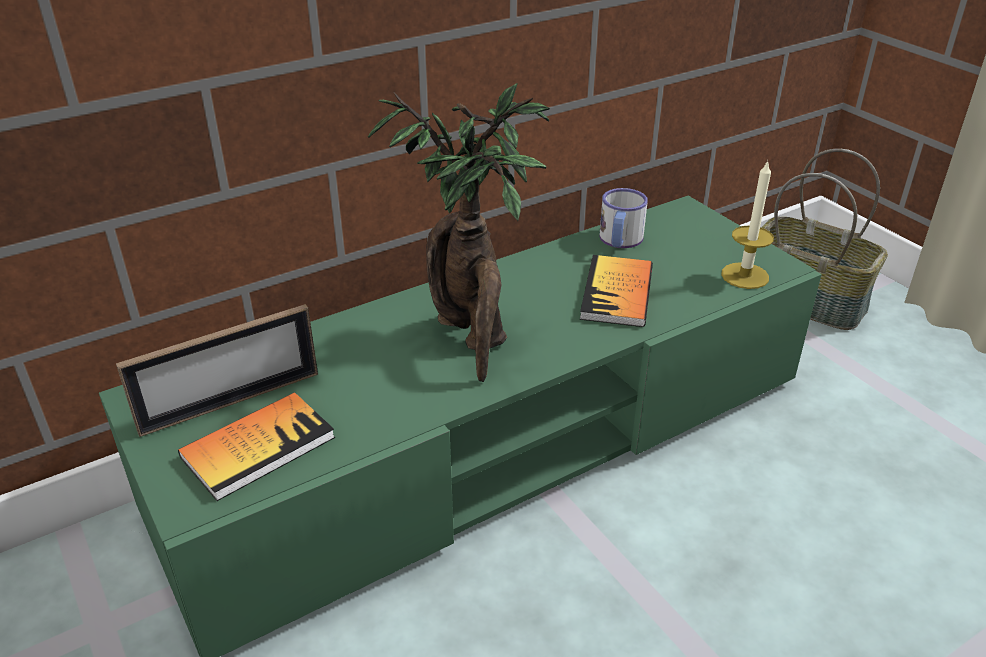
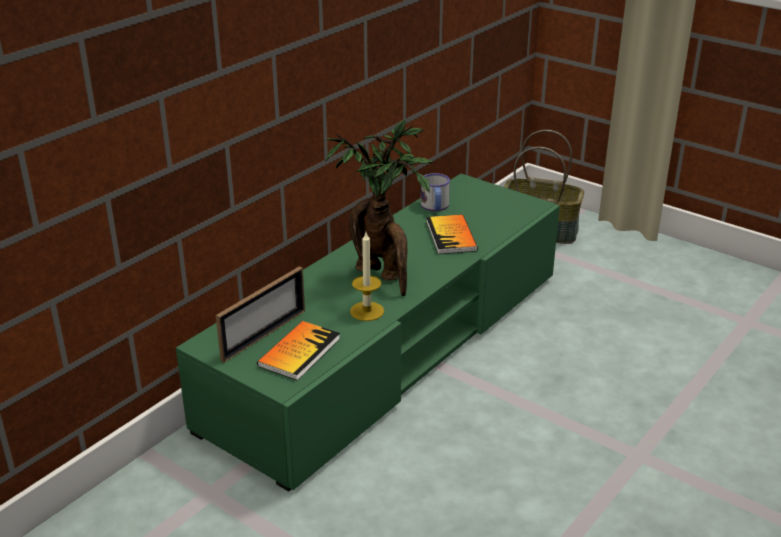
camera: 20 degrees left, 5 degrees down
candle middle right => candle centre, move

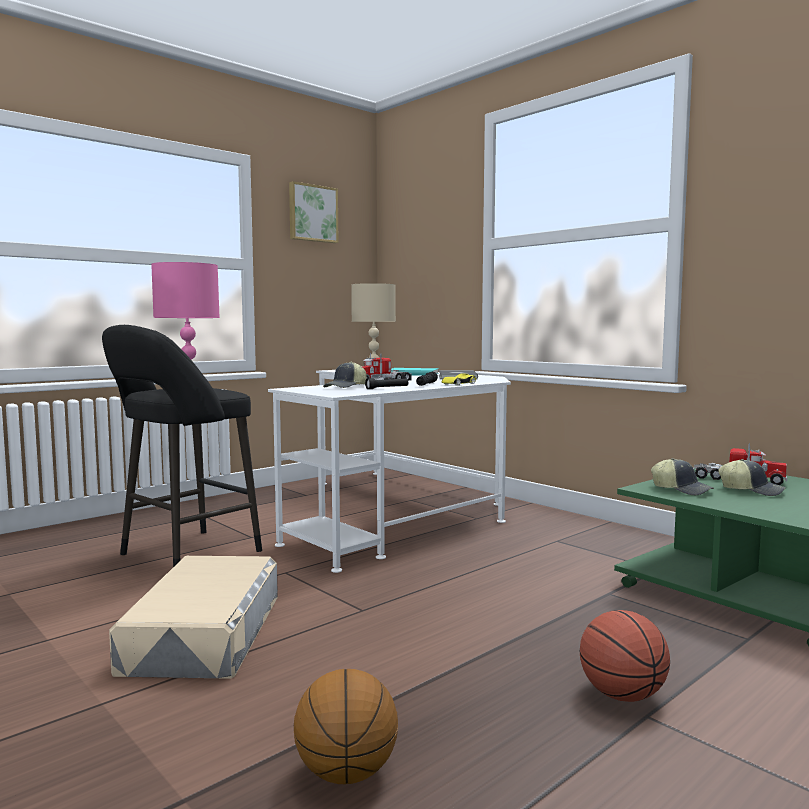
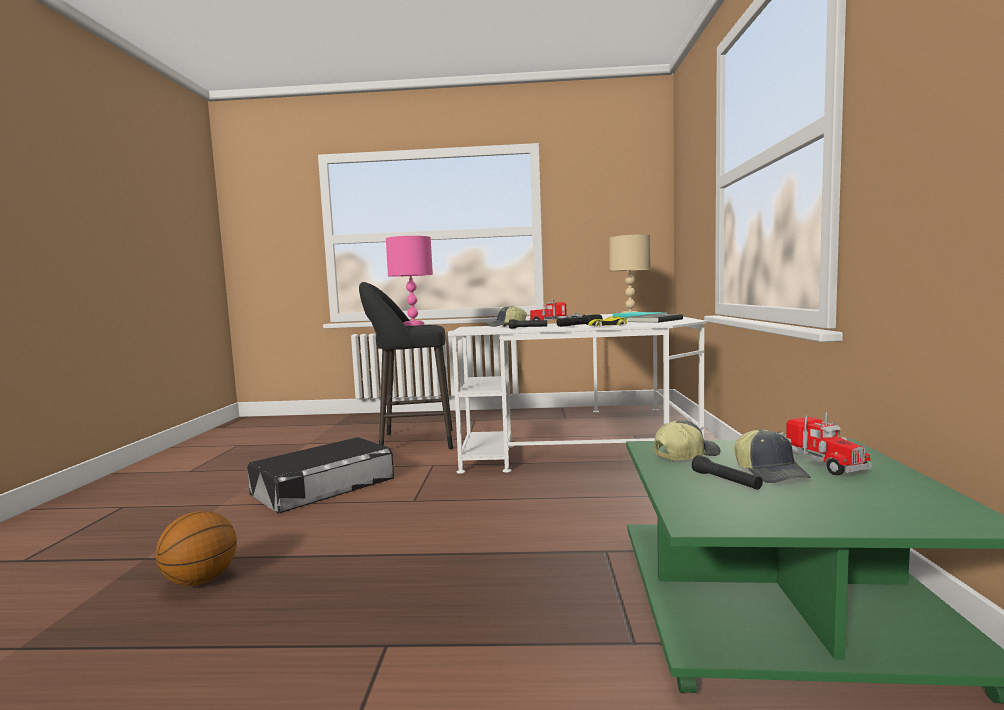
camera: 45 degrees right, 0 degrees up
beige storage box bottom left => black storage box bottom left
picture top centre => nothing
basketball (2nd from left) bottom right => nothing
cap (2nd from left) middle right, 120 degrees counterclockwise
nothing => black flashlight (3rd from left) middle right

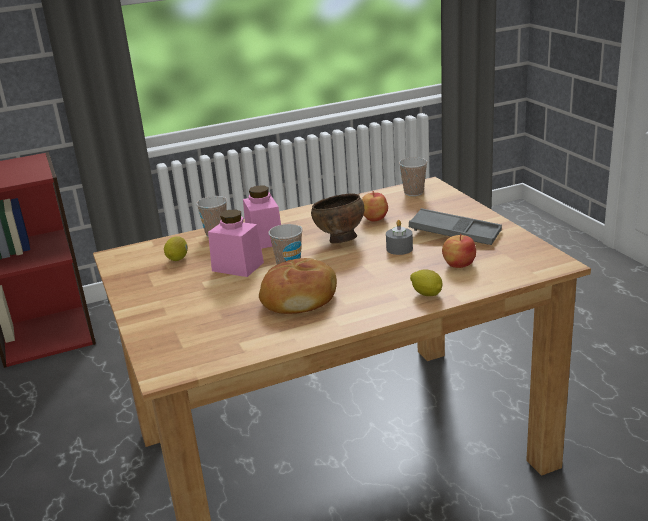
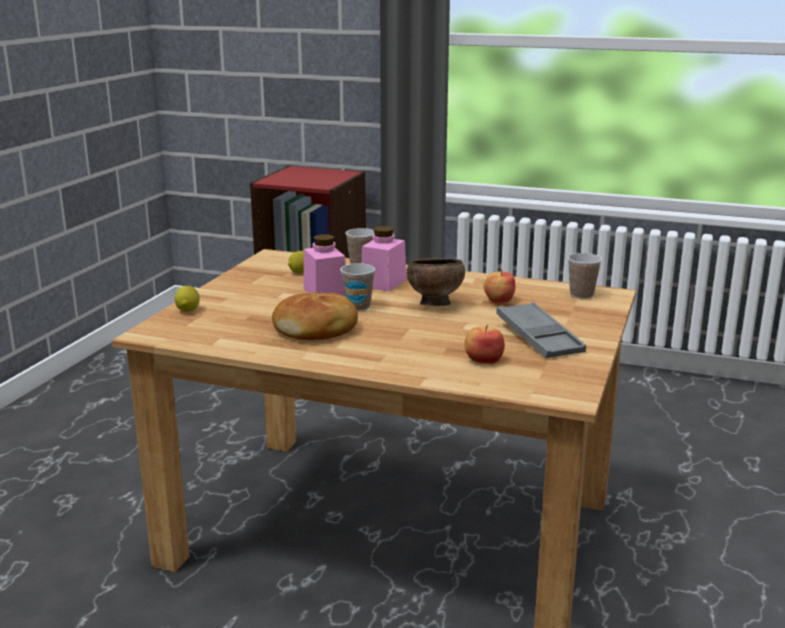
camera: 40 degrees right, 5 degrees down
grey candle centre => nothing
lemon (2nd from left in the first image) centre => lemon (1st from left) middle left, move

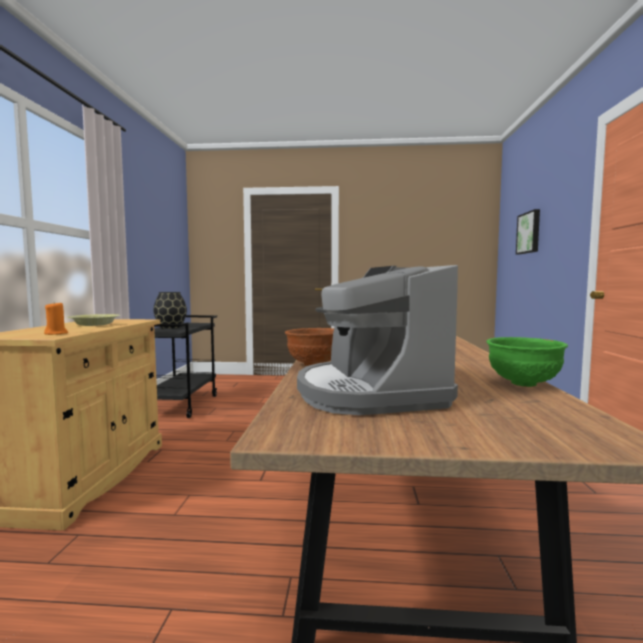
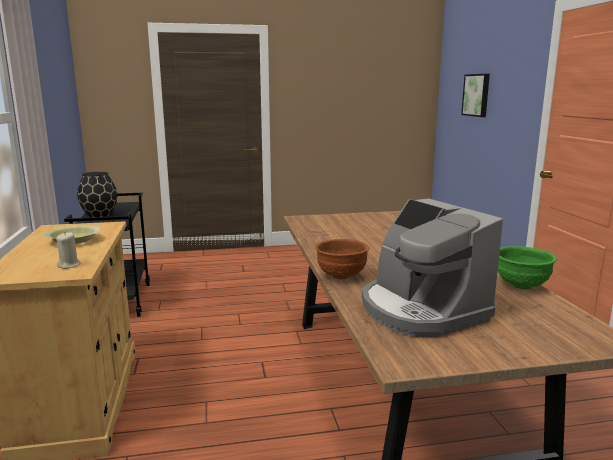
camera: 15 degrees left, 10 degrees up
orange candle middle left => beige candle middle left

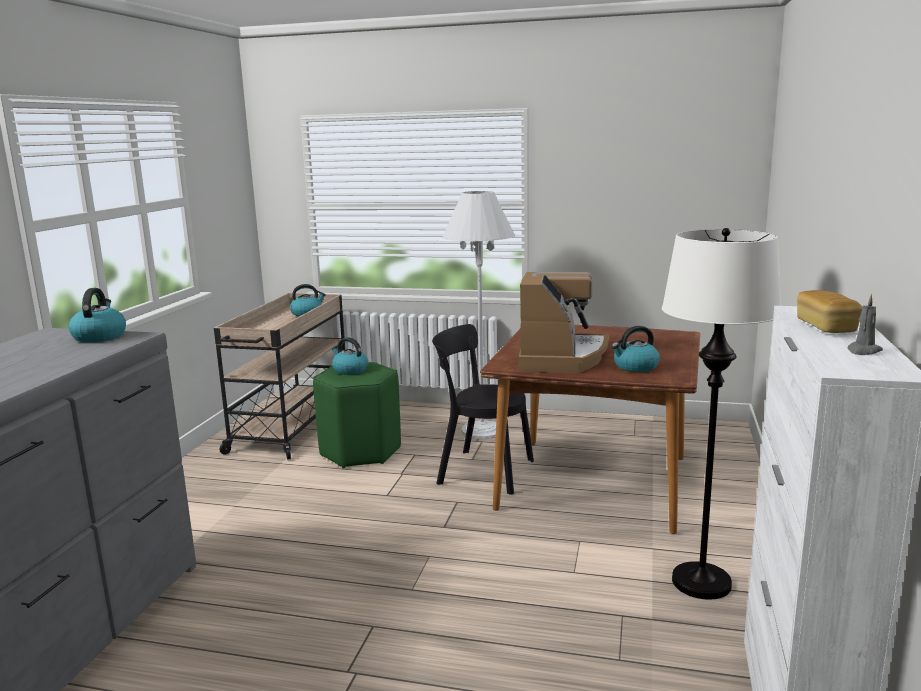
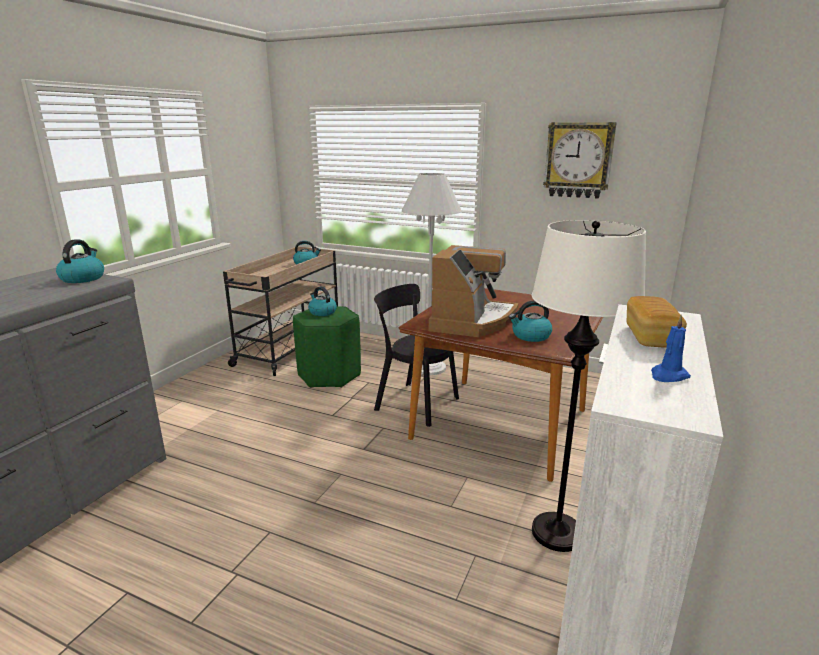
camera: 10 degrees right, 5 degrees up
grey candle middle right => blue candle middle right
nothing => wall clock top right

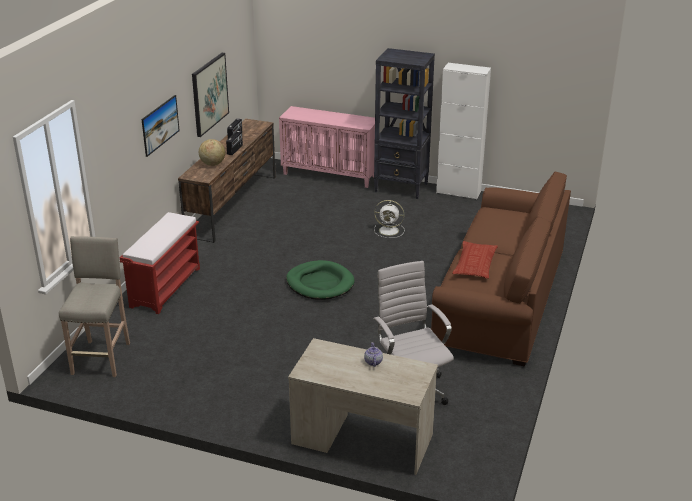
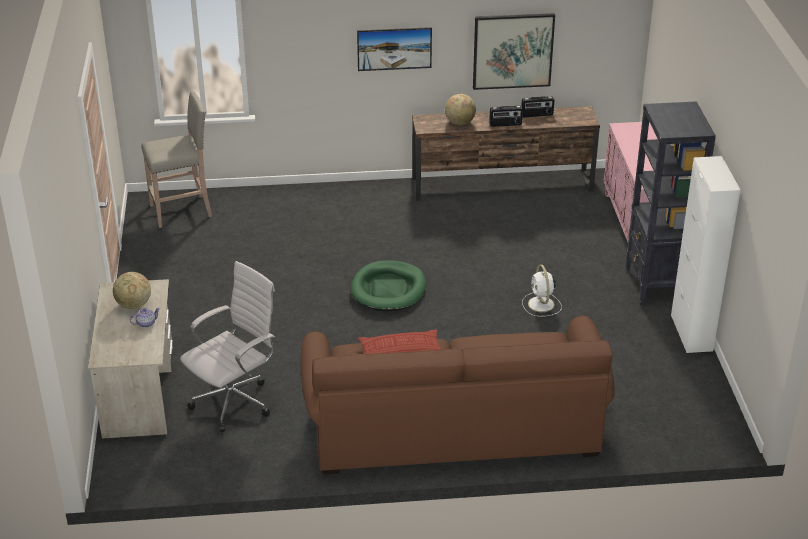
camera: 65 degrees right, 5 degrees up
red bench middle left => nothing
nothing => globe (1st from left) middle left

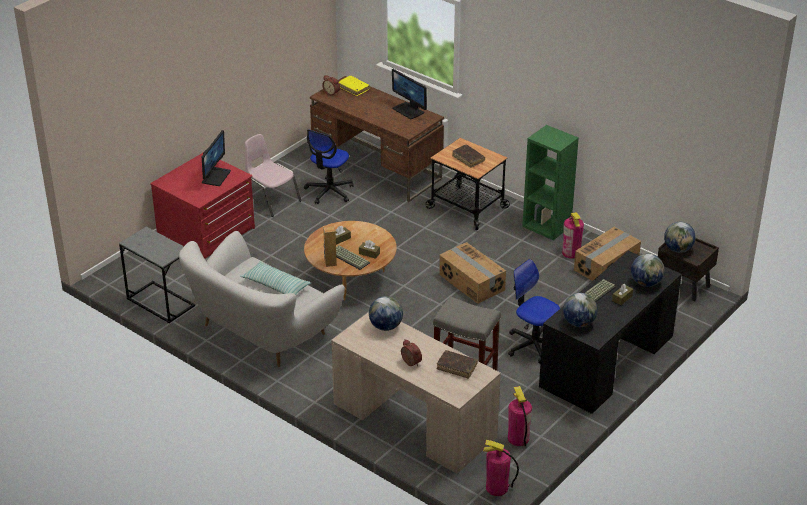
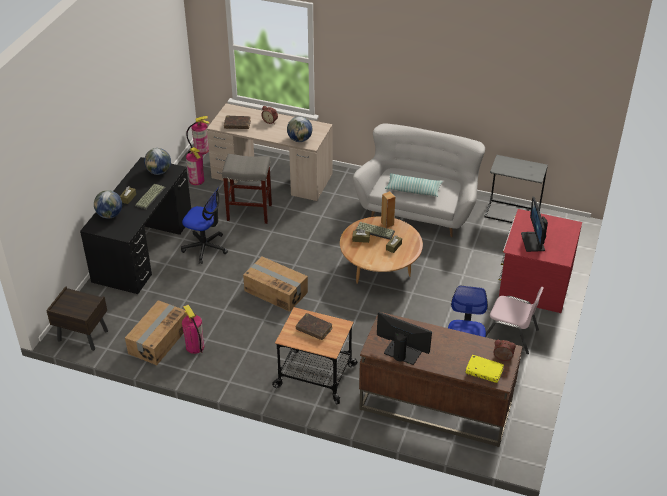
camera: 160 degrees right, 5 degrees up
green bookcase middle right => nothing
globe (4th from left) middle right => nothing

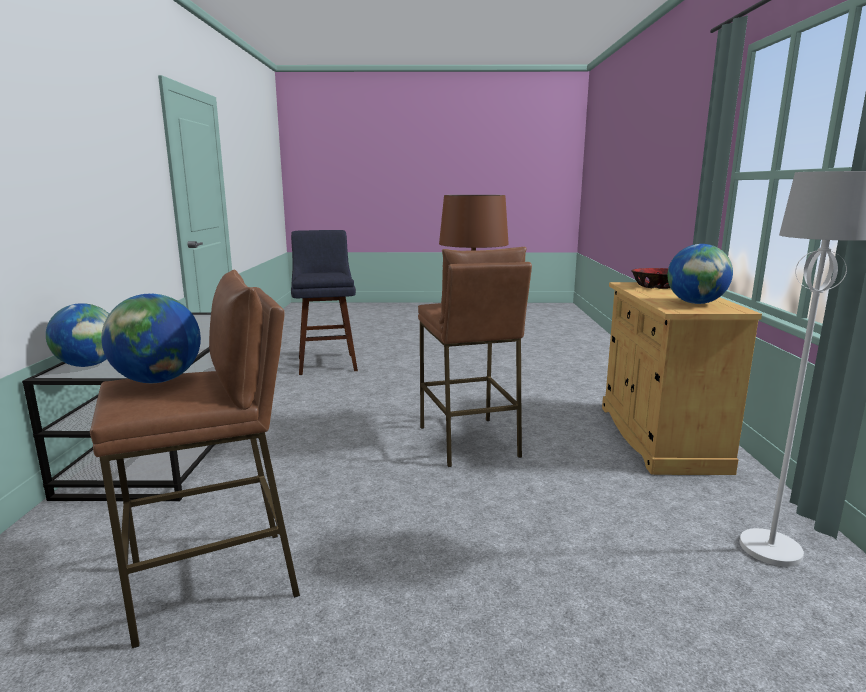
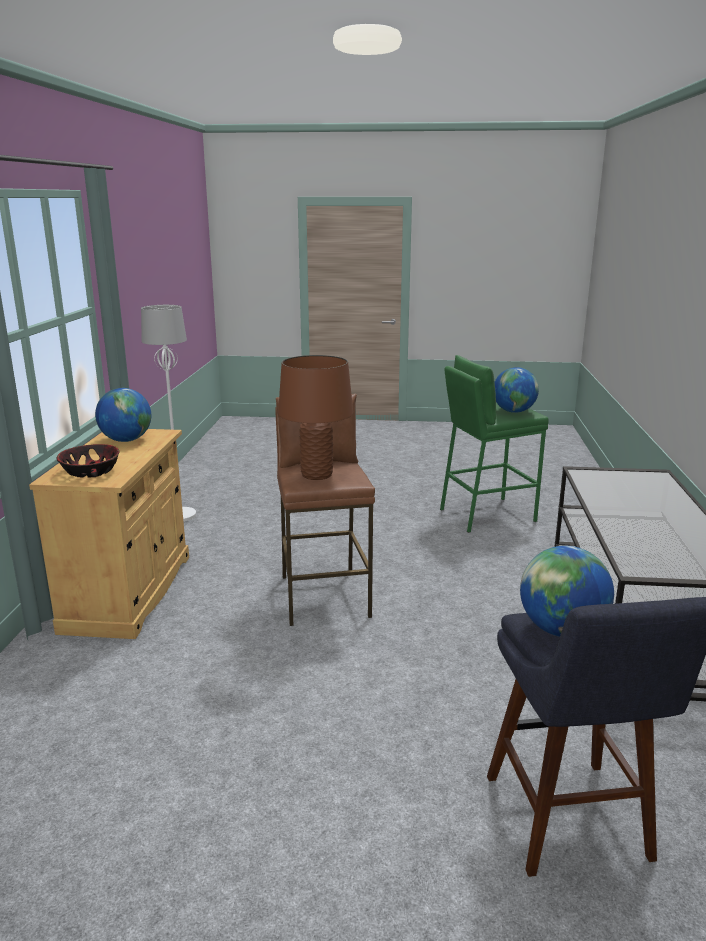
camera: 175 degrees left, 5 degrees up
globe (1st from left in the first image) middle left => globe (3rd from left) middle right, move
brown stool (1st from left) middle left => green stool middle right

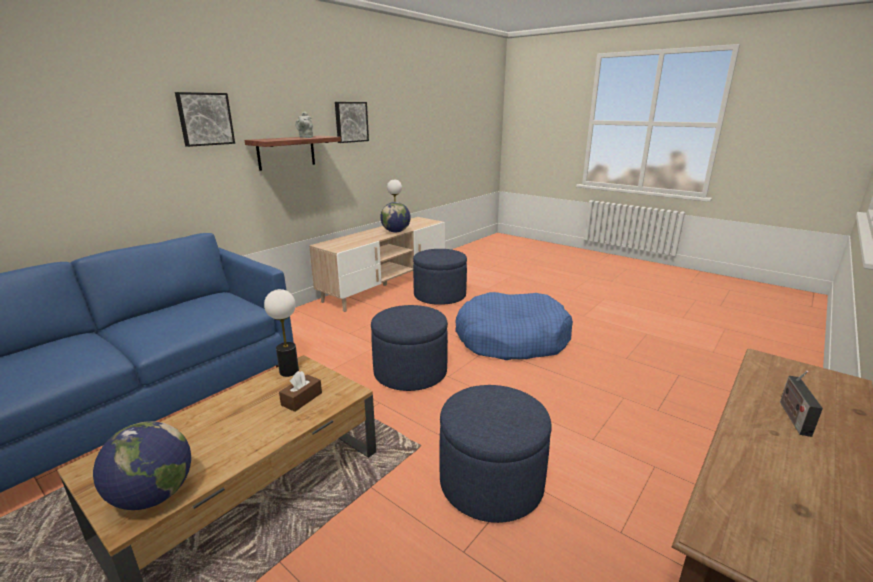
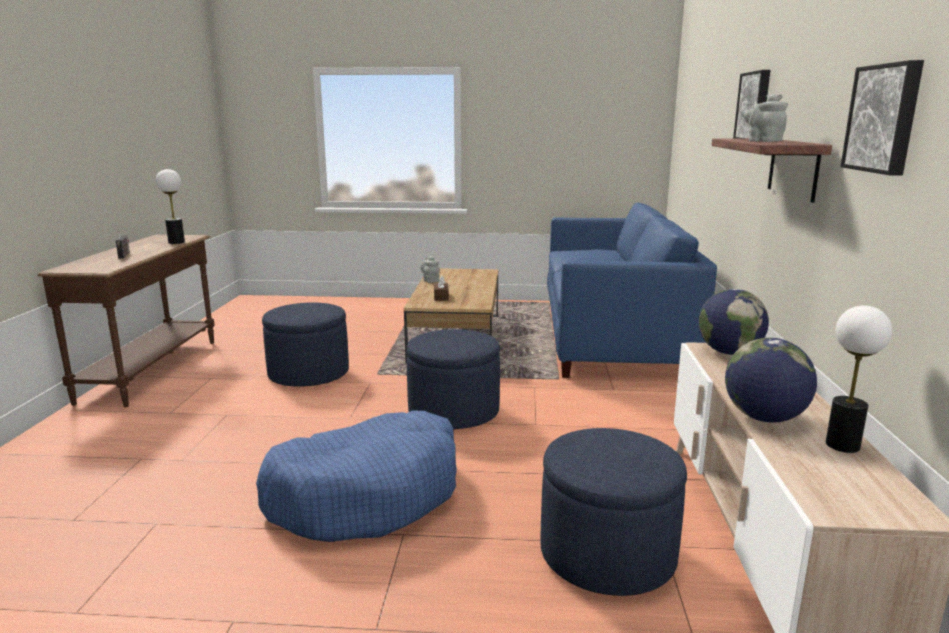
camera: 145 degrees right, 5 degrees down
globe (1st from left) bottom left => globe (1st from left) middle right, move
table lamp (1st from left) middle left => table lamp (1st from left) top left, move
nothing => grey teapot (1st from left) centre

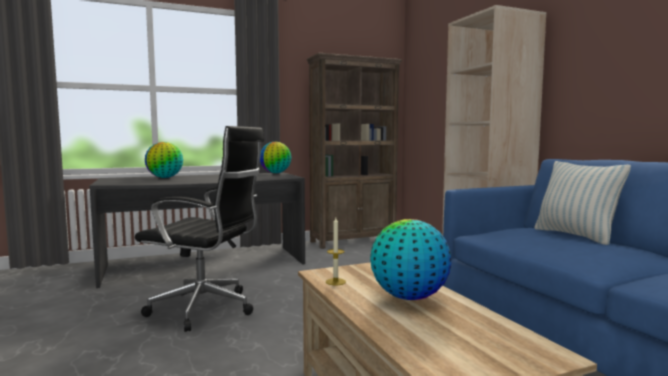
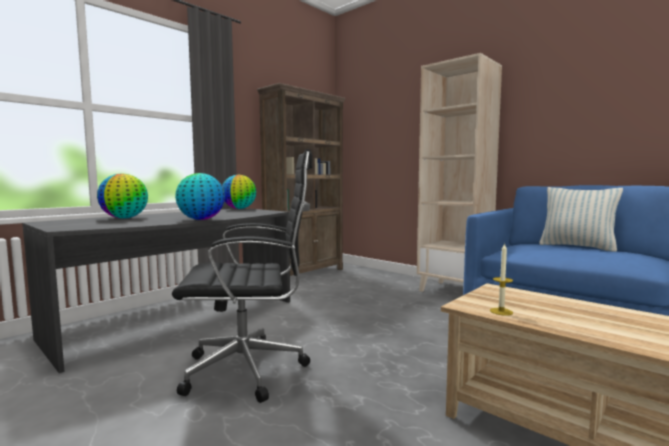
camera: 25 degrees left, 0 degrees up
globe (3rd from left in the first image) bottom centre => globe (2nd from left) middle left, move

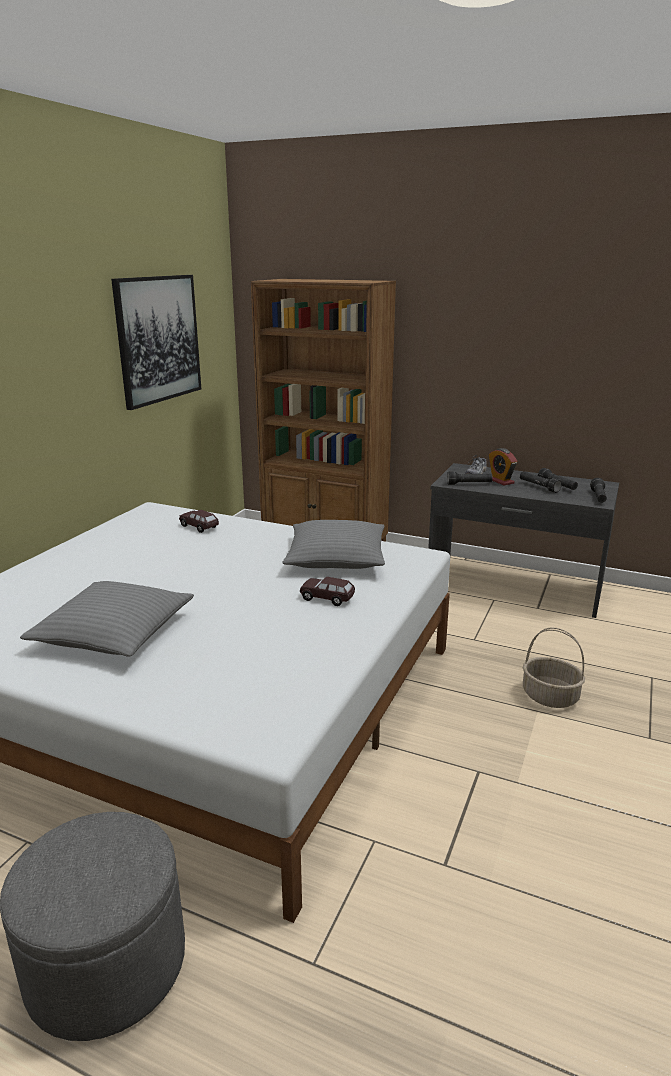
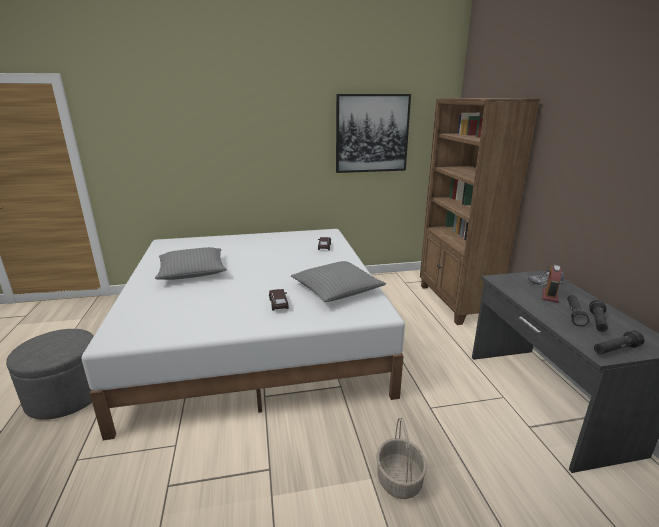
camera: 55 degrees right, 0 degrees up
black flashlight (1st from left) middle right => nothing

